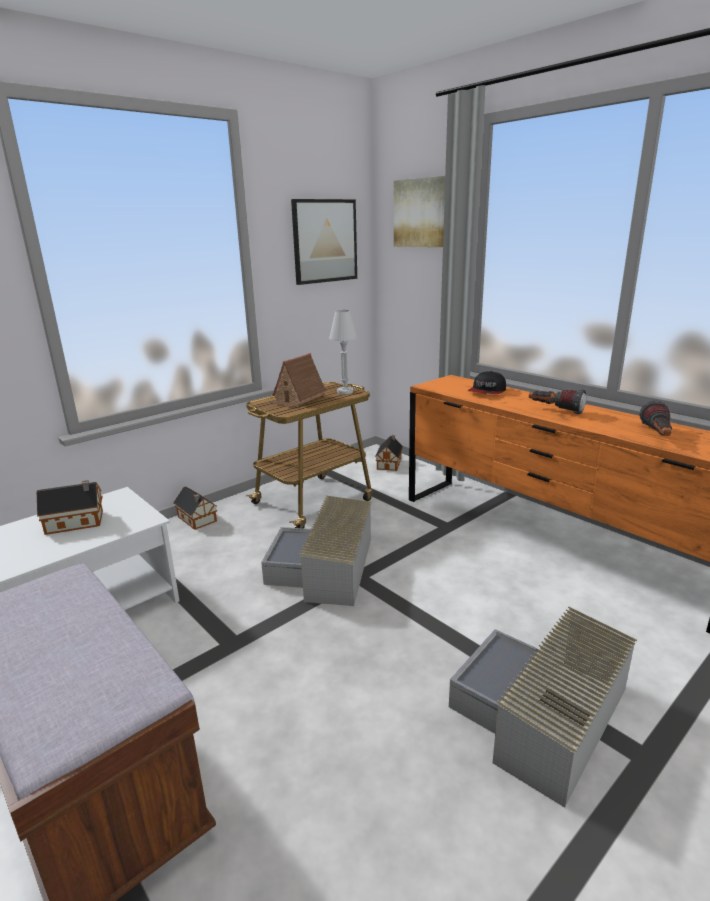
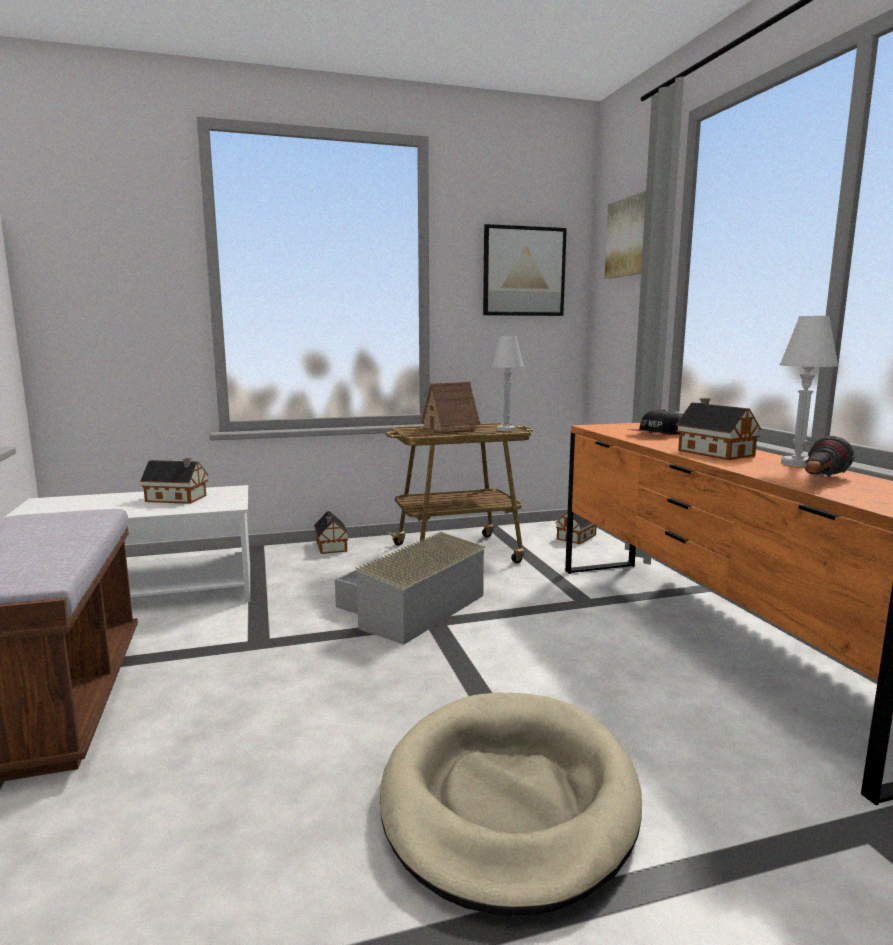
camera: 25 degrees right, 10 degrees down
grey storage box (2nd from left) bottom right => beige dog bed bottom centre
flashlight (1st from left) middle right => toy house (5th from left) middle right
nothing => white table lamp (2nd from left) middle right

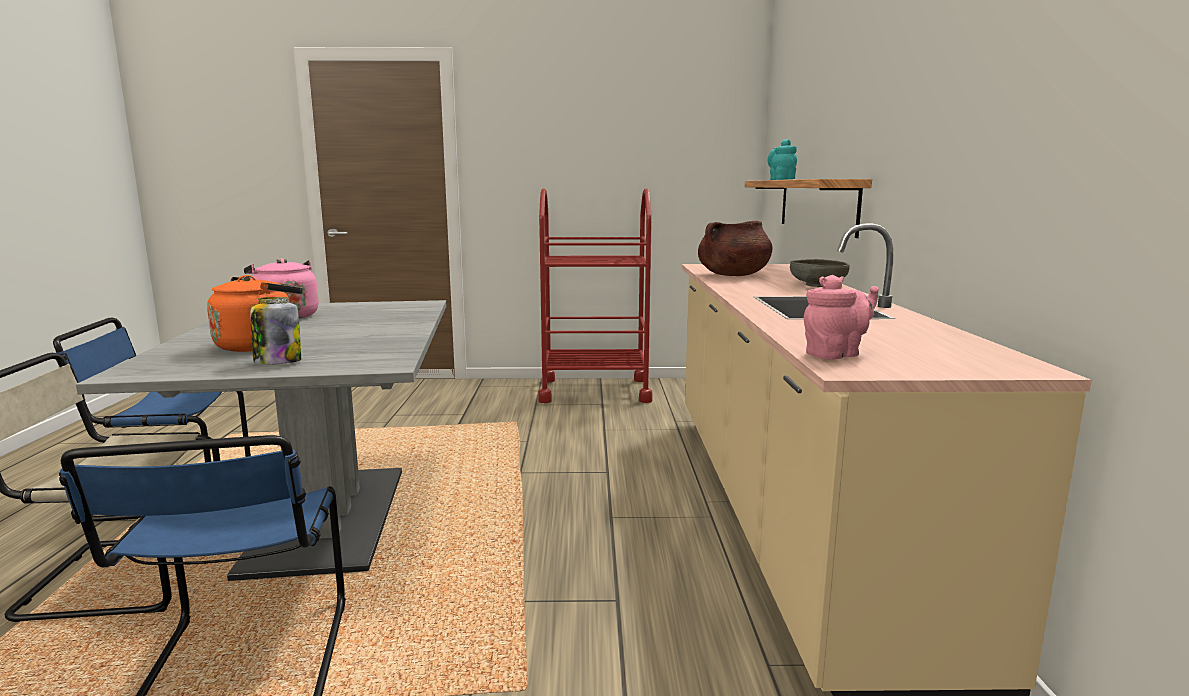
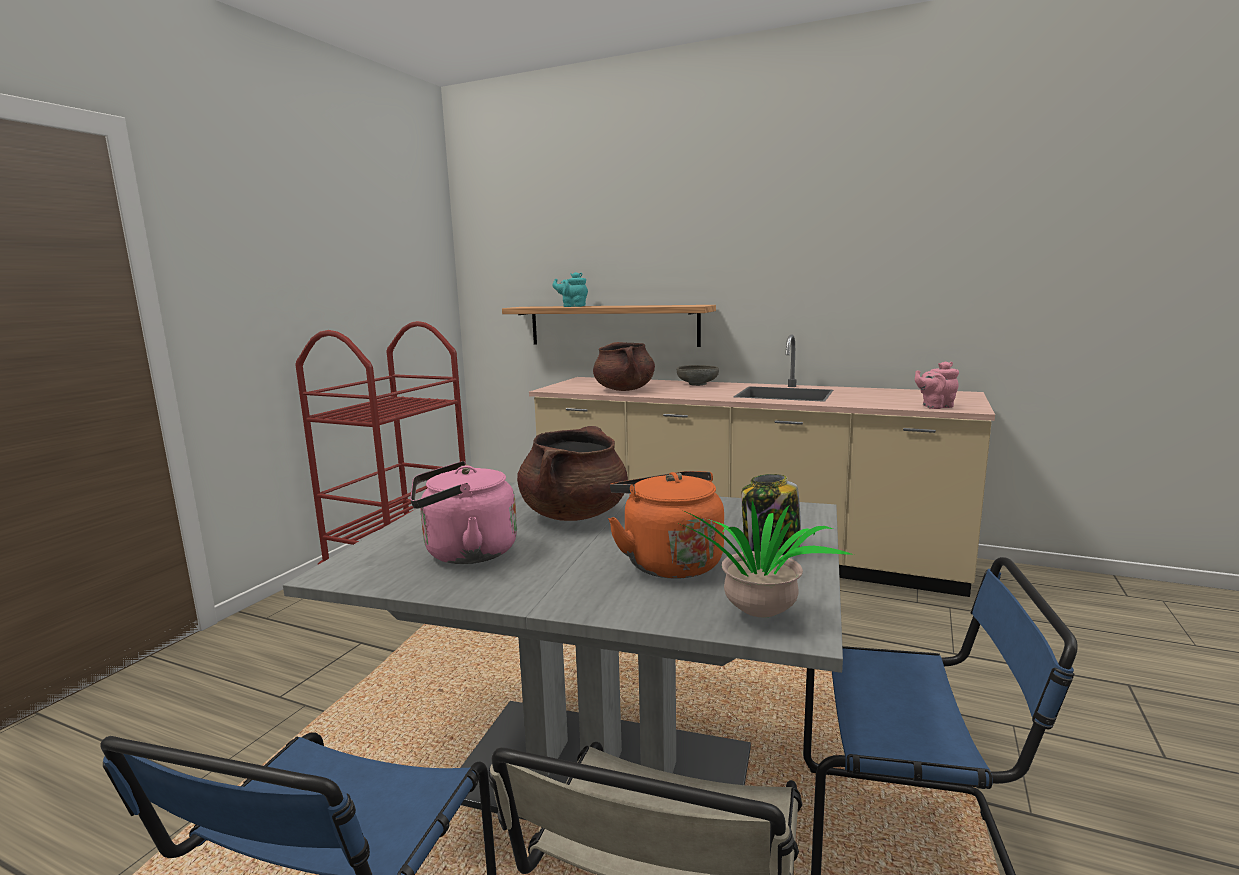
camera: 65 degrees left, 0 degrees up
pink teapot middle right, 105 degrees counterclockwise
nothing => brown cooking pot (1st from left) centre
nothing => potted plant centre

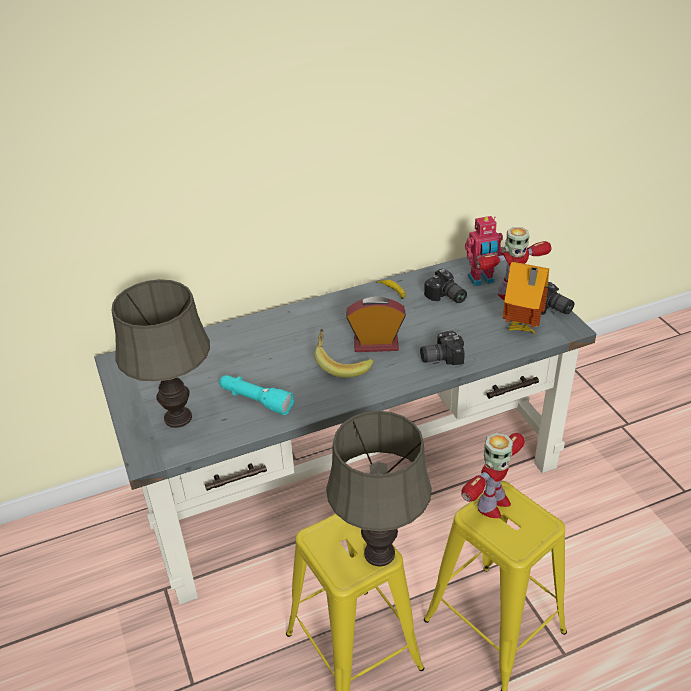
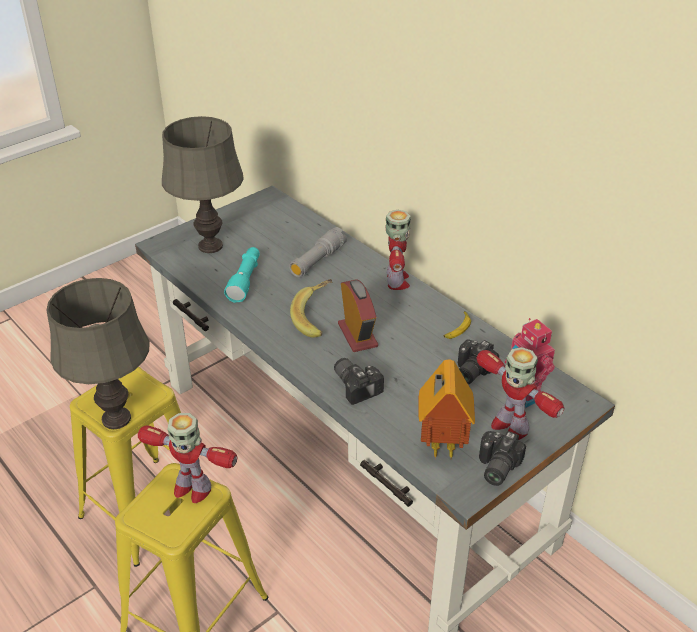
camera: 70 degrees right, 0 degrees up
nothing => grey flashlight centre
nothing => toy robot (2nd from left) centre

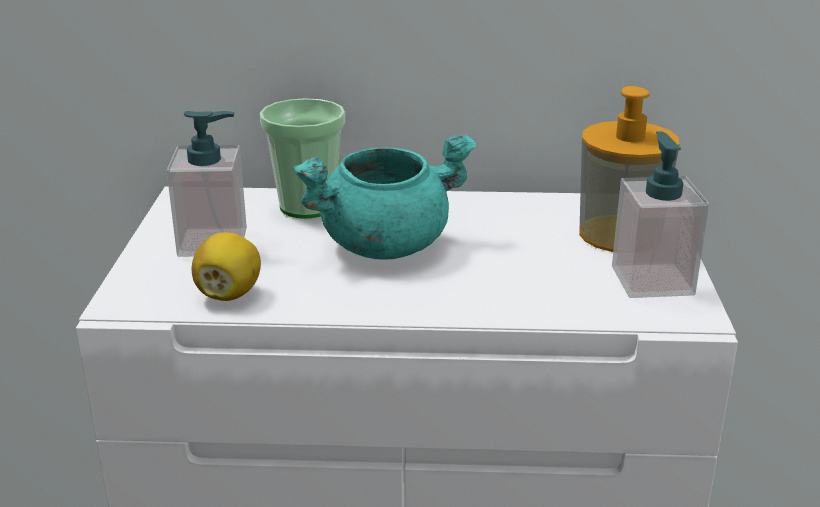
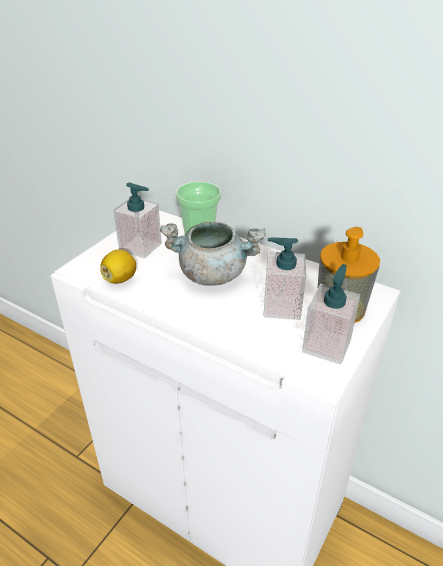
camera: 30 degrees right, 10 degrees up
turquoise cooking pot centre => grey cooking pot centre
nothing => soap dispenser (2nd from left) centre

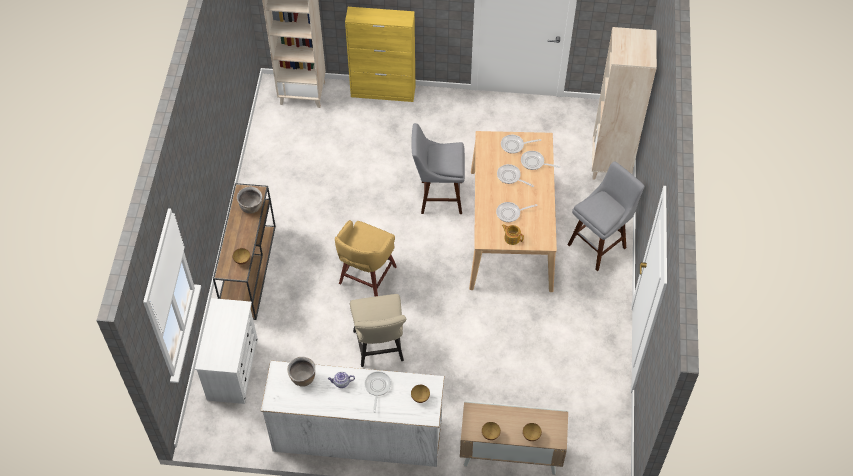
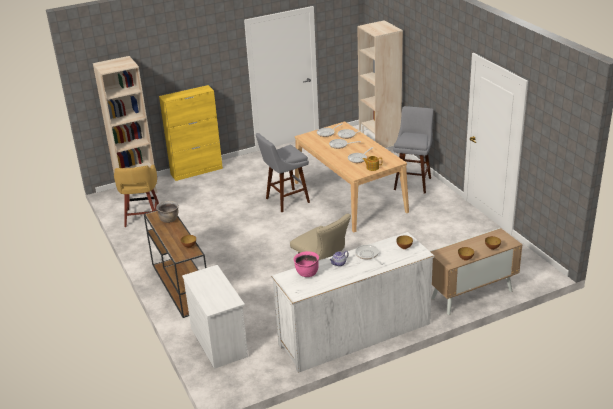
camera: 30 degrees left, 25 degrees down
brown cooking pot (2nd from left) bottom centre => pink cooking pot centre
yellow stool centre => yellow stool middle left, move

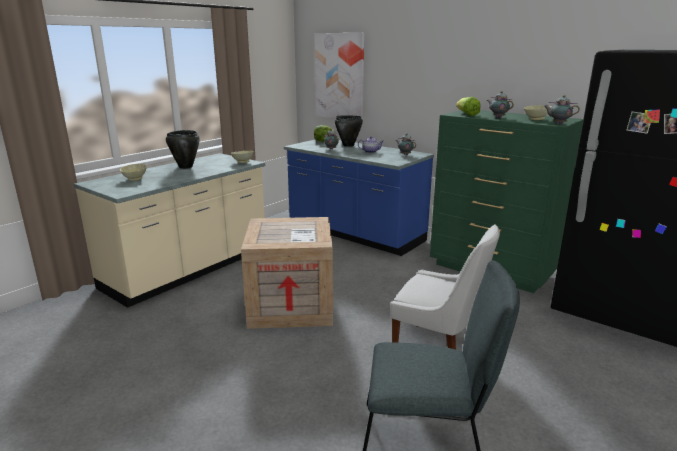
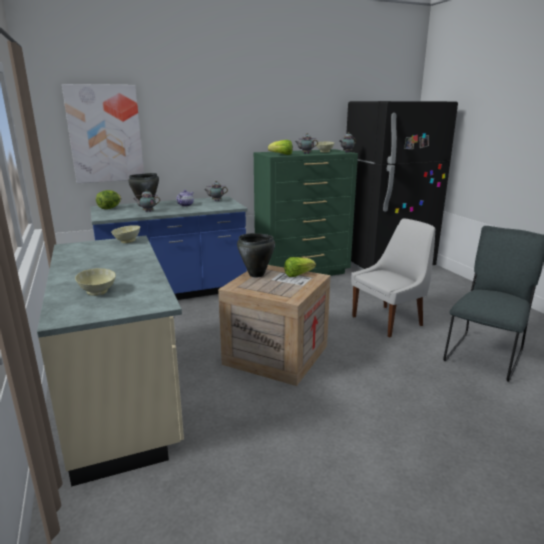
camera: 60 degrees left, 0 degrees up
black cooking pot (1st from left in the first image) top left => black cooking pot (2nd from left) centre, move
nothing => lettuce (3rd from left) centre

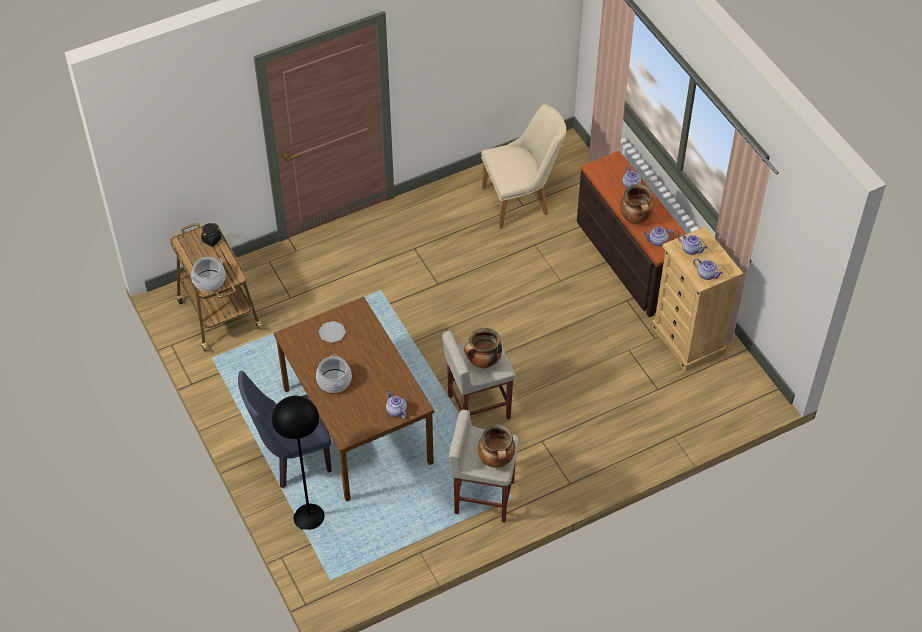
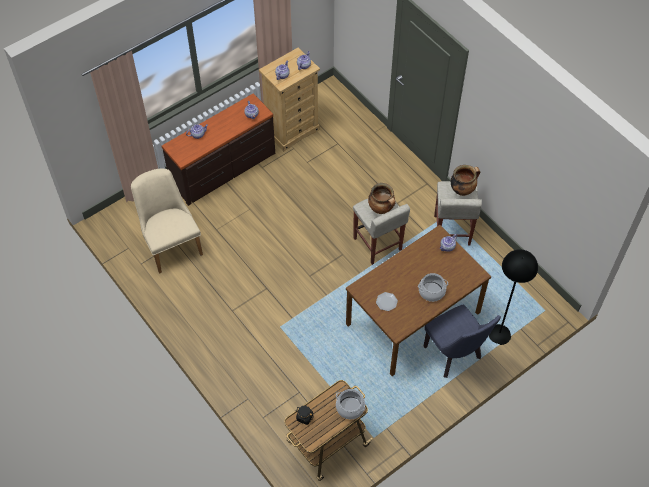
camera: 100 degrees left, 5 degrees up
cooking pot (5th from left) top right => nothing

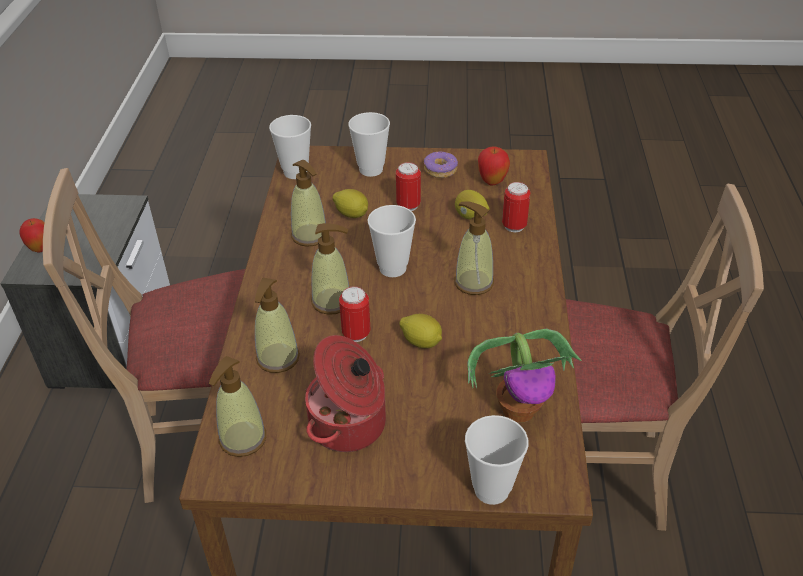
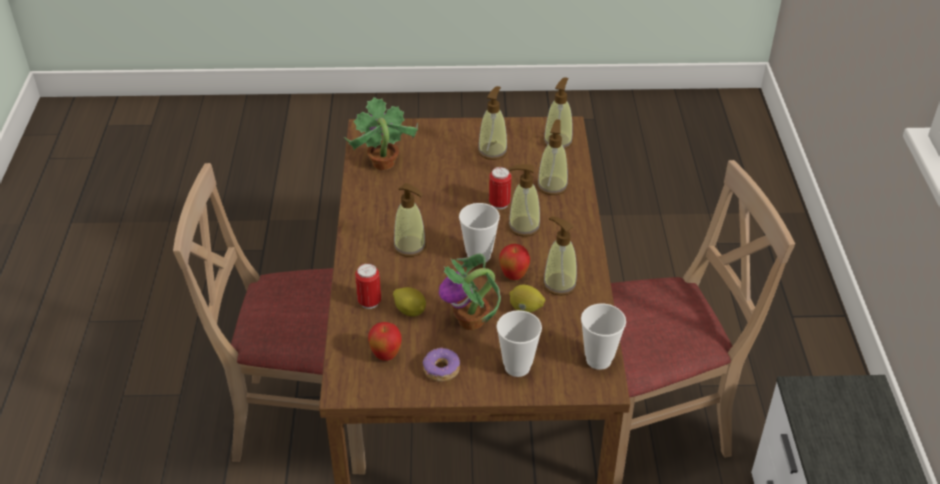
camera: 175 degrees right, 0 degrees up
apple (1st from left in the first image) middle left => apple (2nd from left) centre, move
cooking pot bottom centre => soap dispenser (2nd from left) top centre
can (2nd from left) top centre => potted plant (2nd from left) centre
lemon (2nd from left) centre => nothing
cup (4th from left) bottom centre => nothing

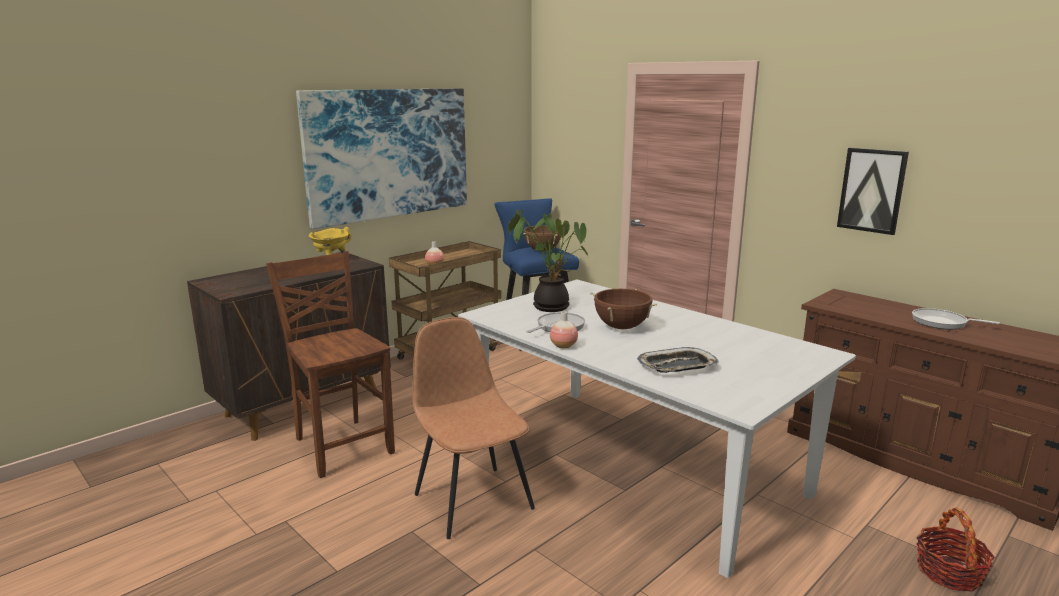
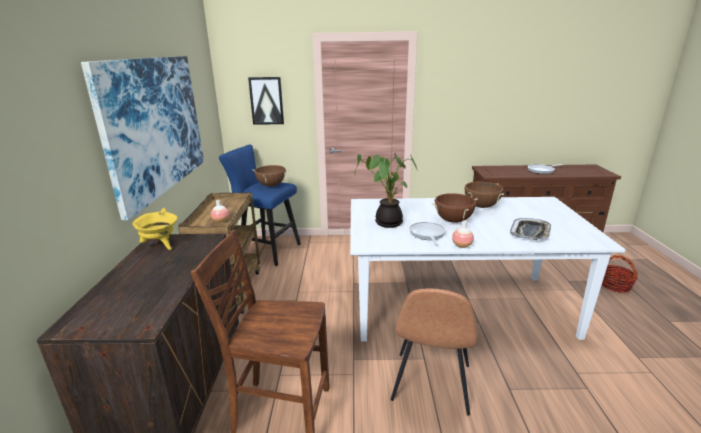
camera: 45 degrees left, 5 degrees up
brown chair (2nd from left) bottom centre, 90 degrees counterclockwise
picture (2nd from left) top right => picture (2nd from left) top centre, move
nothing => brown cooking pot (3rd from left) middle right

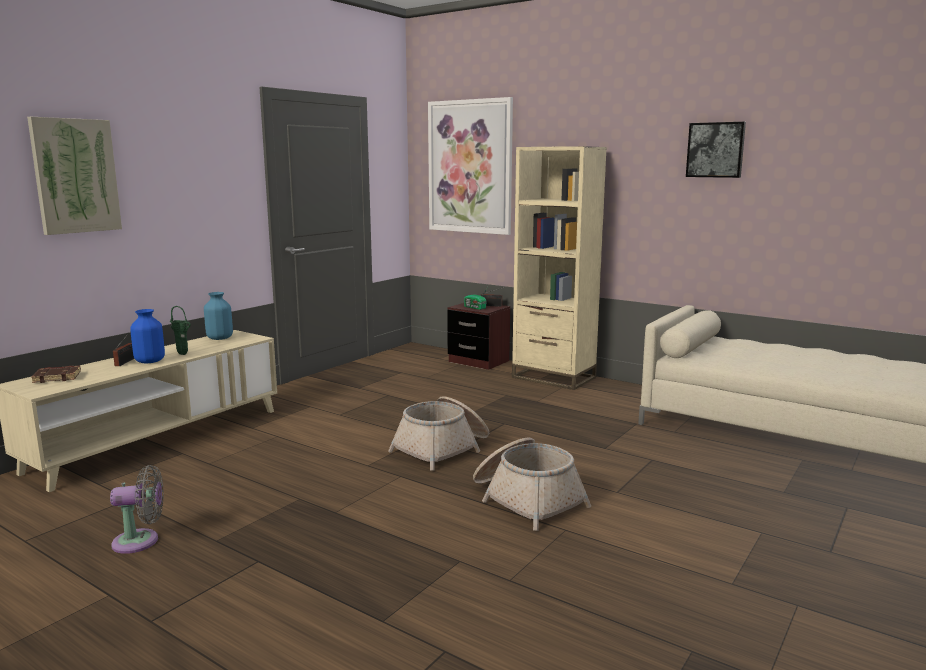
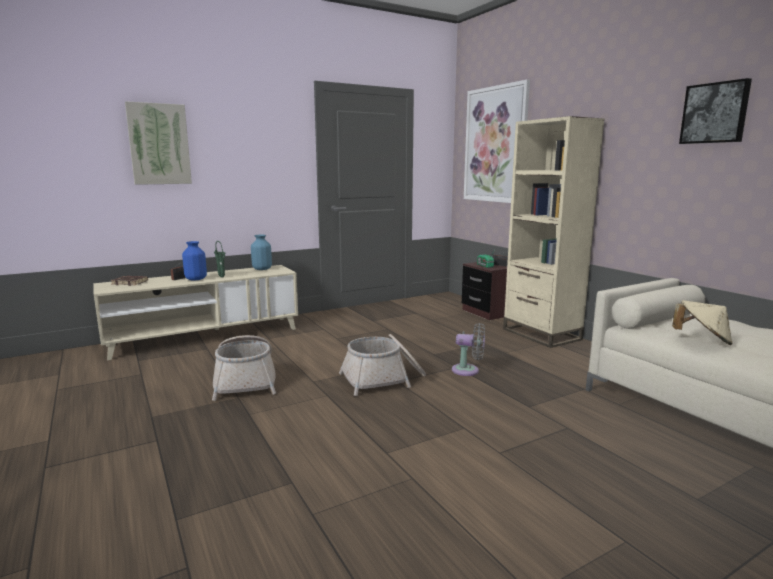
camera: 25 degrees right, 0 degrees up
grey fan bottom left => grey fan centre, move
basket (2nd from left in the first image) bottom centre => basket (1st from left) middle left, move
nothing => beige hat middle right

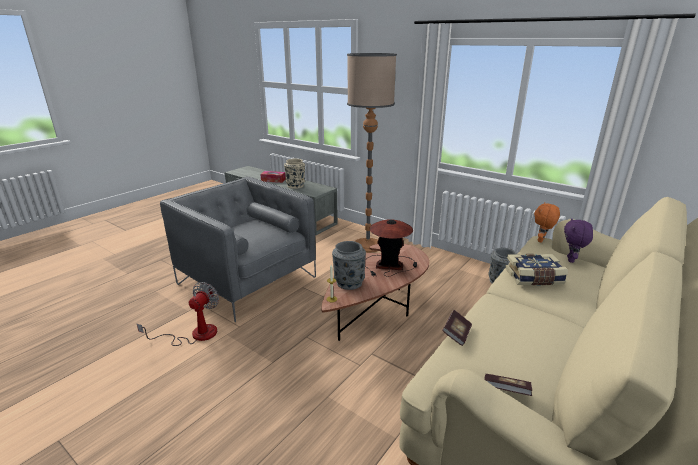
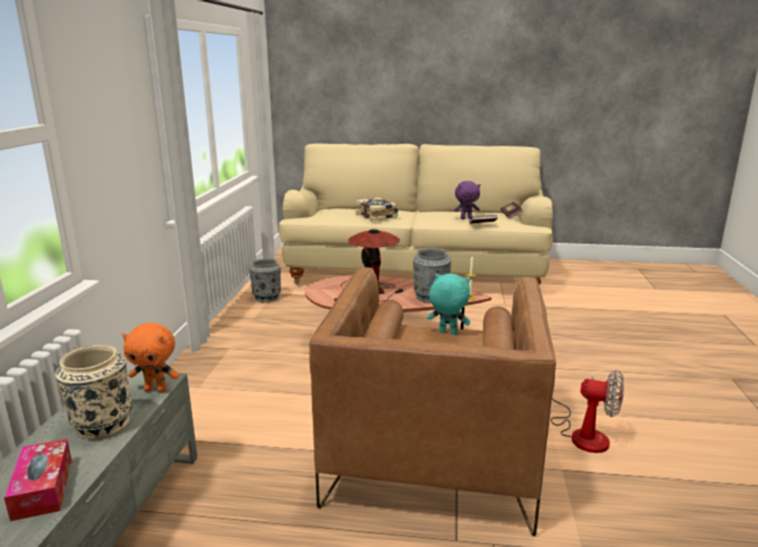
camera: 120 degrees left, 5 degrees down
fan bottom left => fan bottom right, 150 degrees counterclockwise
grey armchair centre => brown armchair bottom centre
floor lamp top centre => nothing
orange plush toy middle right => orange plush toy middle left, move
purple plush toy middle right => purple plush toy centre, move
nothing => turquoise plush toy centre

